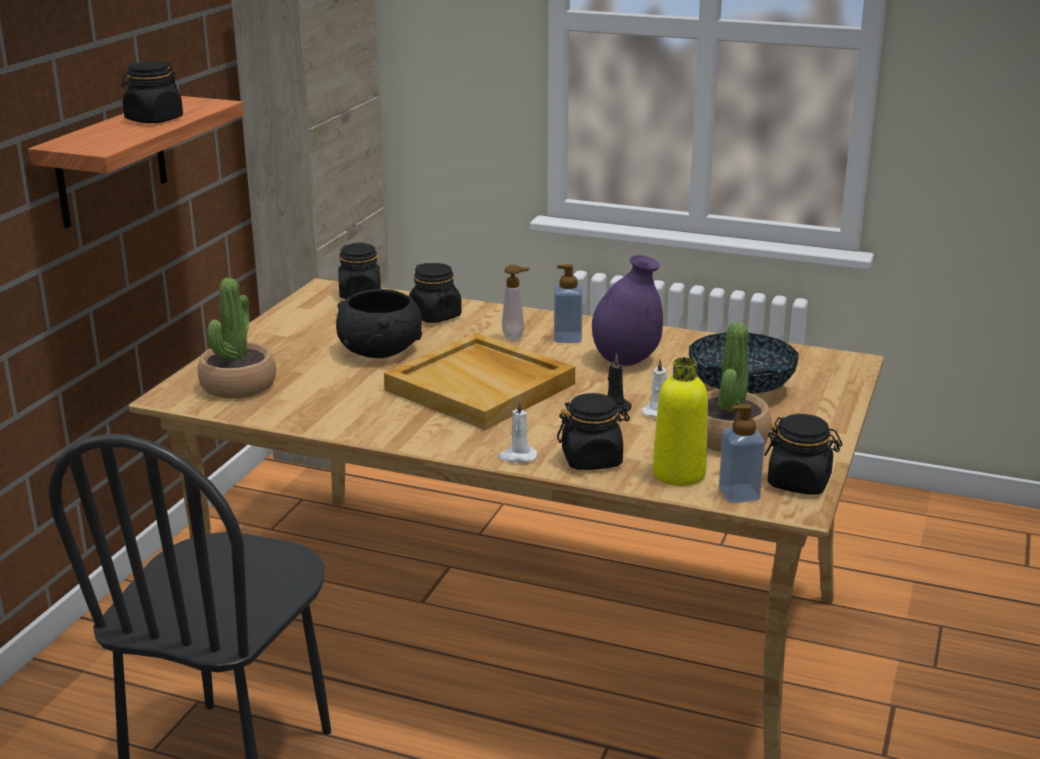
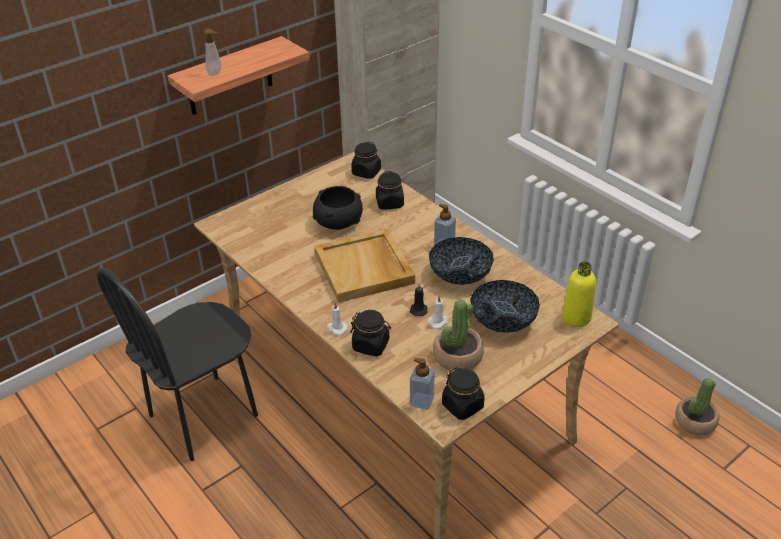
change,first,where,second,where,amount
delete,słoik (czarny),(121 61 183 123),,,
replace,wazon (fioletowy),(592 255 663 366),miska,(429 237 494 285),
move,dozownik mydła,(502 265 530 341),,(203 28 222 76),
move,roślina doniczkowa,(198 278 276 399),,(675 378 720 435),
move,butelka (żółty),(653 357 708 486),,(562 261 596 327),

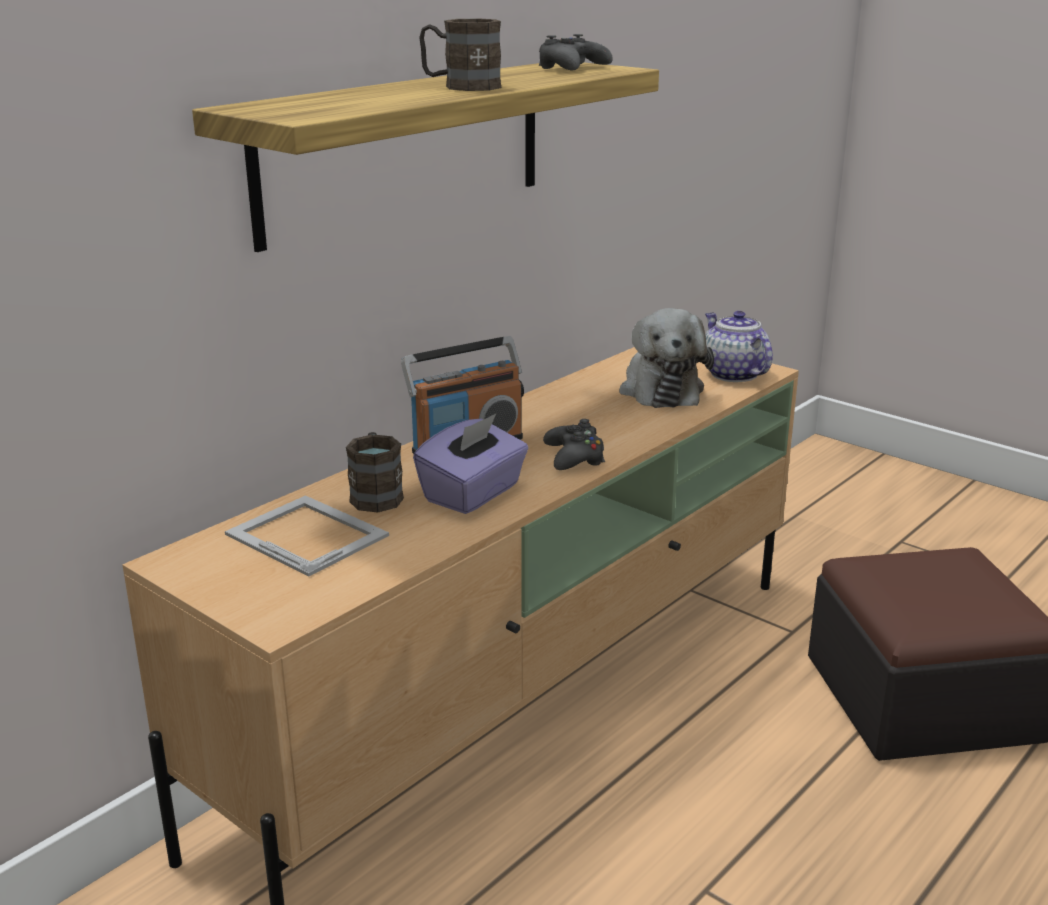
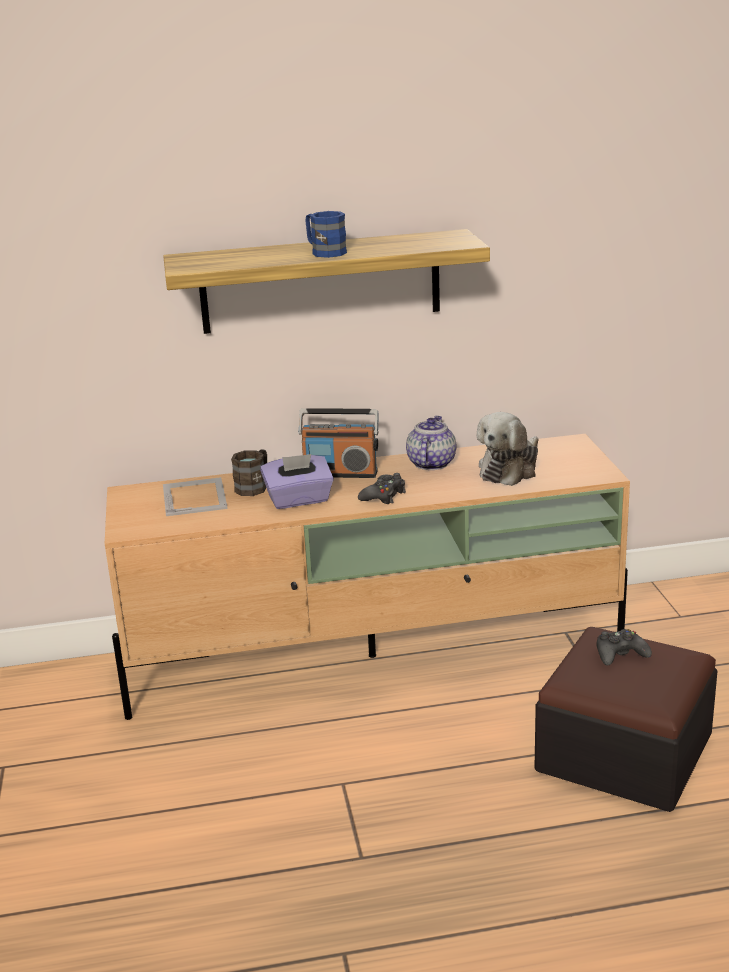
change,first,where,second,where,amount
recolor,kubek (brązowy),(419 18 501 91),kubek (niebieski),(305 211 347 258),
move,pad do gier (czarny),(539 34 613 70),,(597 629 652 666),
move,imbryk,(705 311 773 382),,(406 416 456 470),

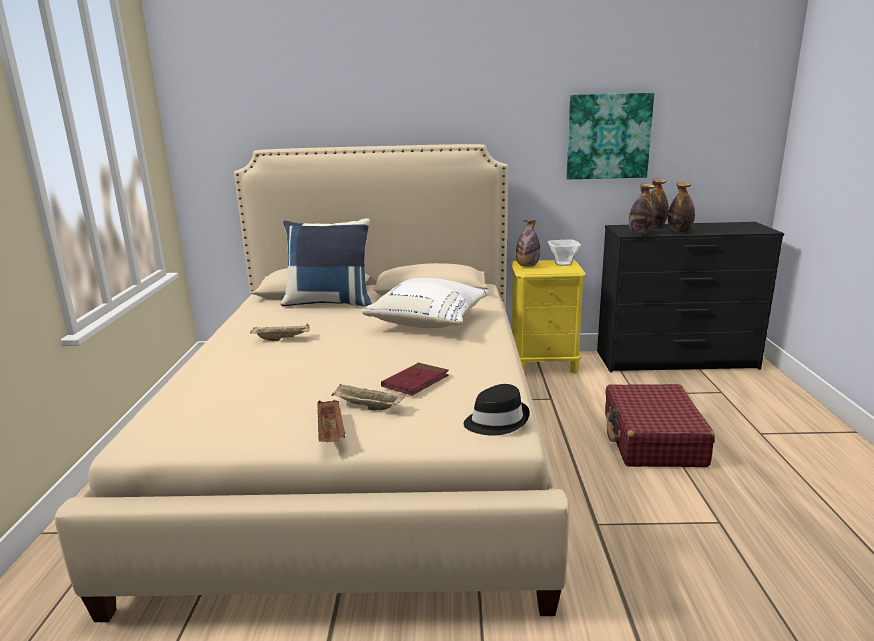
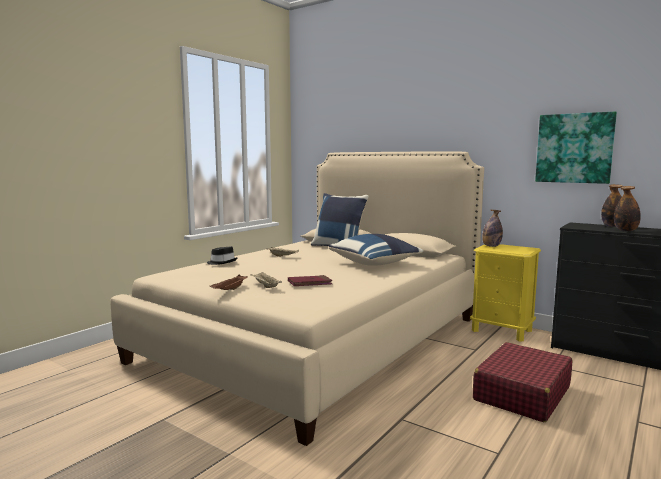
change,first,where,second,where,amount
delete,butelka,(629 184 656 234),,,
delete,miska,(548 240 581 266),,,
recolor,poduszka (biały),(362 278 489 328),poduszka (niebieski),(329 234 423 266),
move,kapelusz (czarny),(464 384 530 436),,(207 246 238 265),

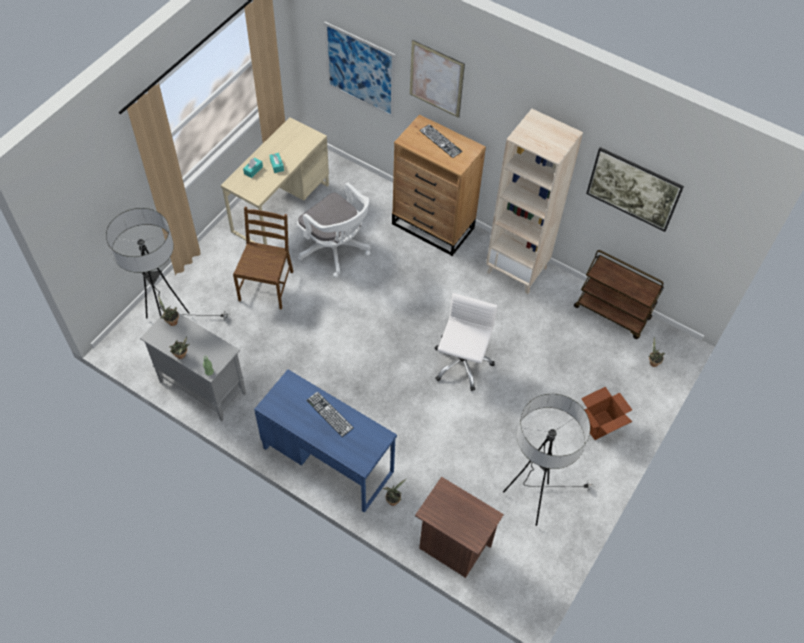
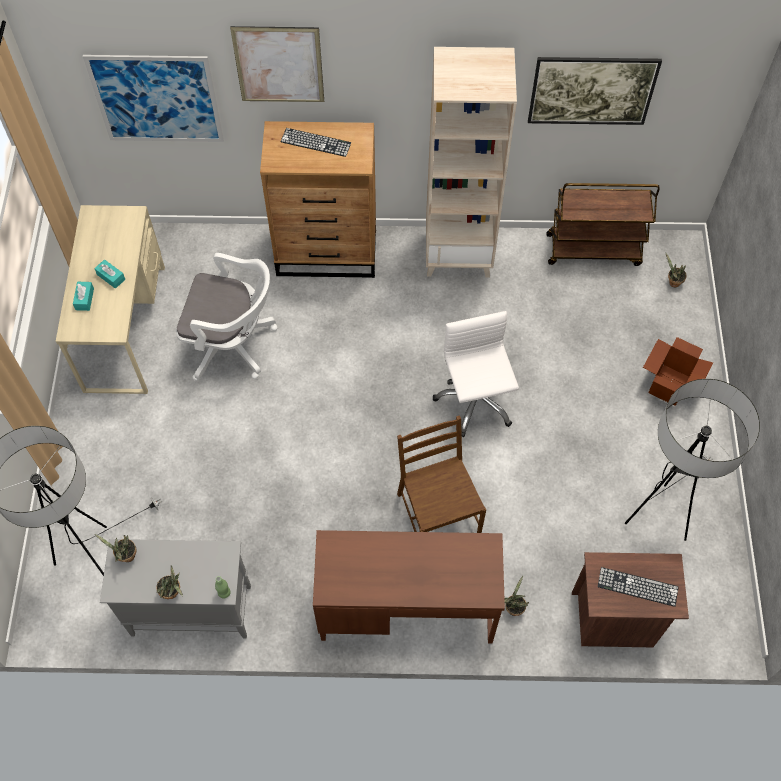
change,first,where,second,where,amount
move,krzesło (brązowy),(233 207 293 310),,(397 415 486 533),
recolor,biurko (niebieski),(254 369 397 513),biurko (brązowy),(313 530 505 644),
move,klawiatura,(306 391 354 437),,(598 567 679 607),

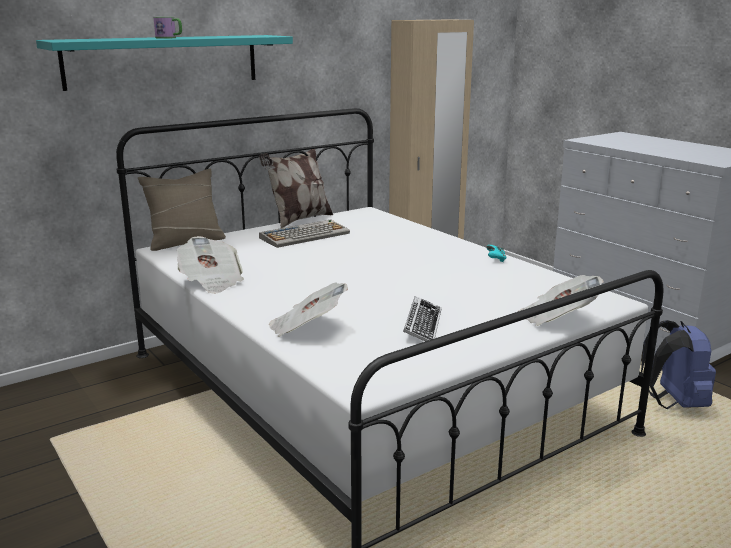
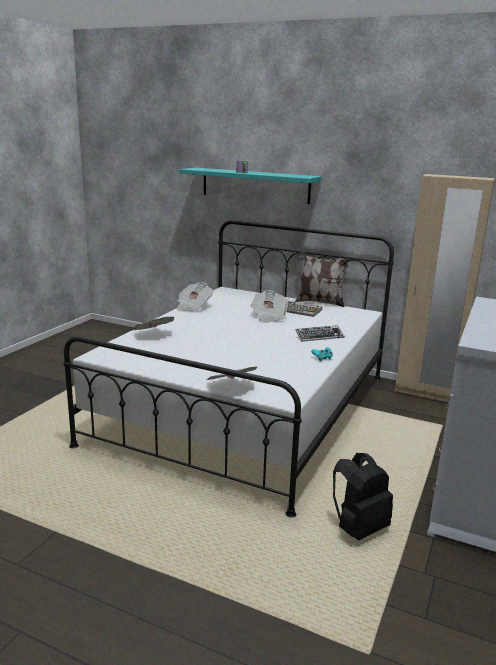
change,first,where,second,where,amount
delete,poduszka (beżowy),(138 169 226 251),,,
move,klawiatura,(403 296 441 341),,(296 325 345 342),
recolor,plecak (niebieski),(641 320 716 409),plecak (czarny),(333 453 393 540),
insert,,,gazeta,(251 290 288 323),

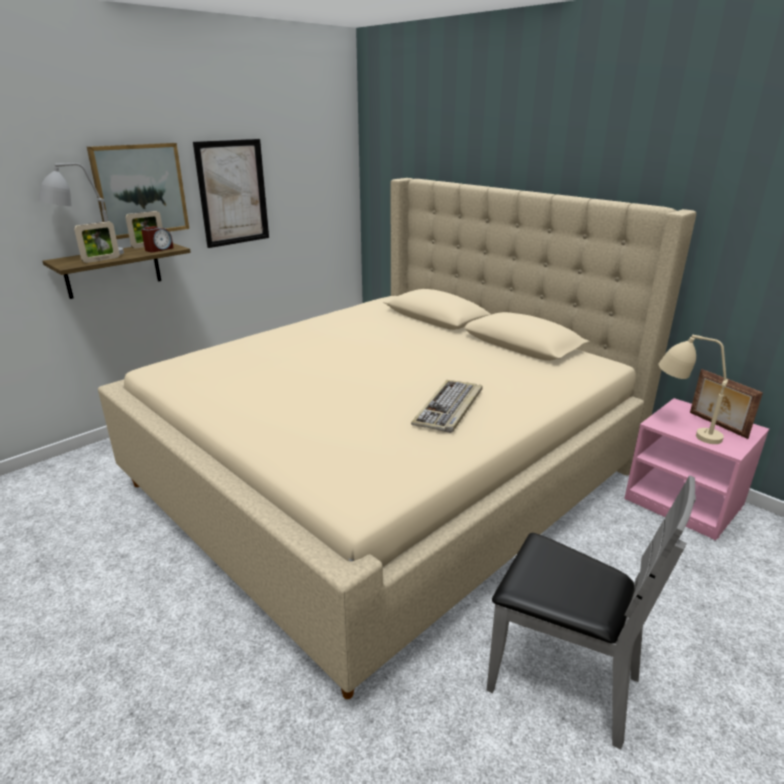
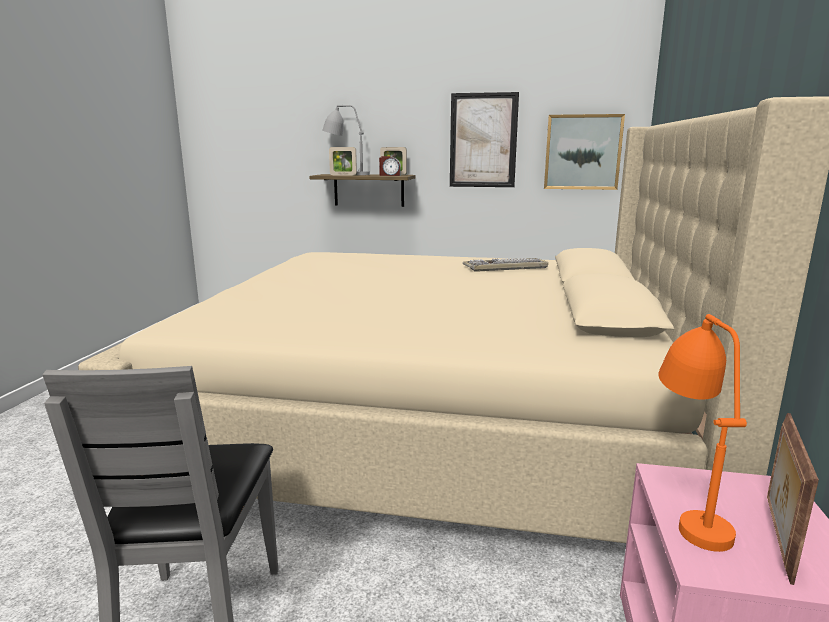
change,first,where,second,where,amount
move,obraz,(87 143 189 239),,(544 114 625 190),
recolor,lampa stołowa (beżowy),(658 335 728 444),lampa stołowa (pomarańczowy),(658 314 747 552),
move,klawiatura,(411 380 483 433),,(463 258 548 272),

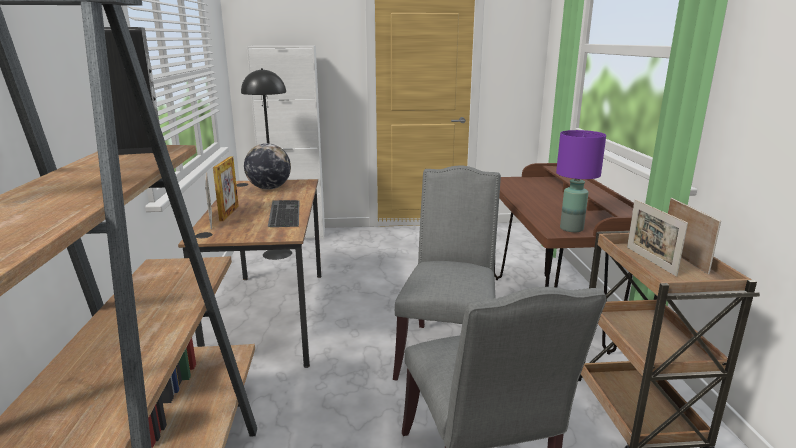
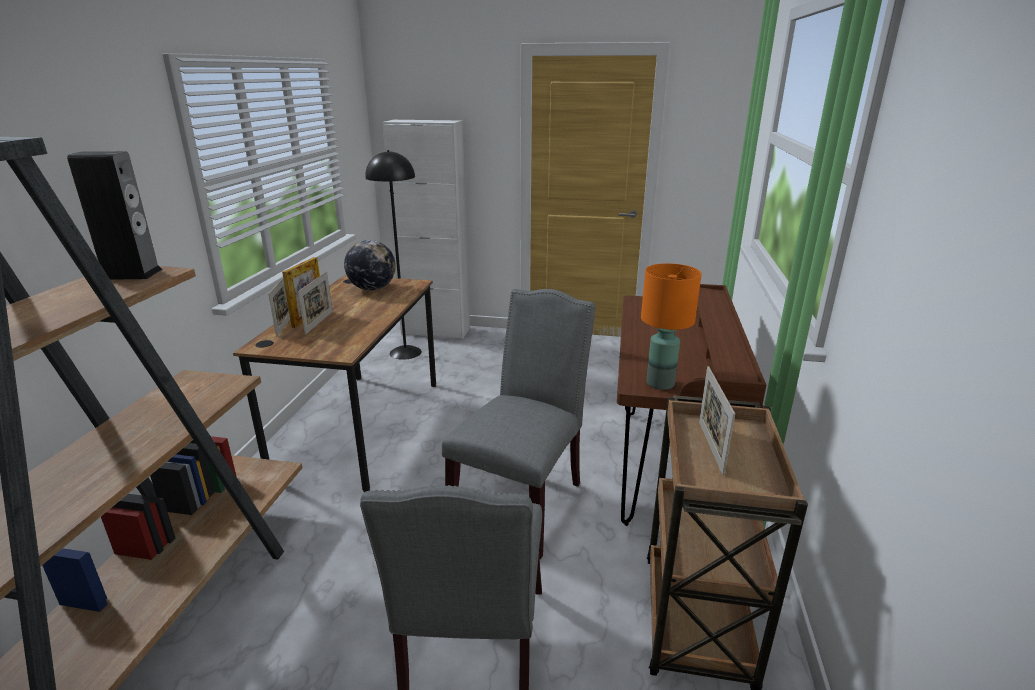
change,first,where,second,where,amount
recolor,lampa stołowa (fioletowy),(556 130 606 232),lampa stołowa (pomarańczowy),(641 263 702 390),
move,ramka na zdjęcie,(668 198 721 275),,(298 272 333 335),
delete,klawiatura,(268 200 300 227),,,

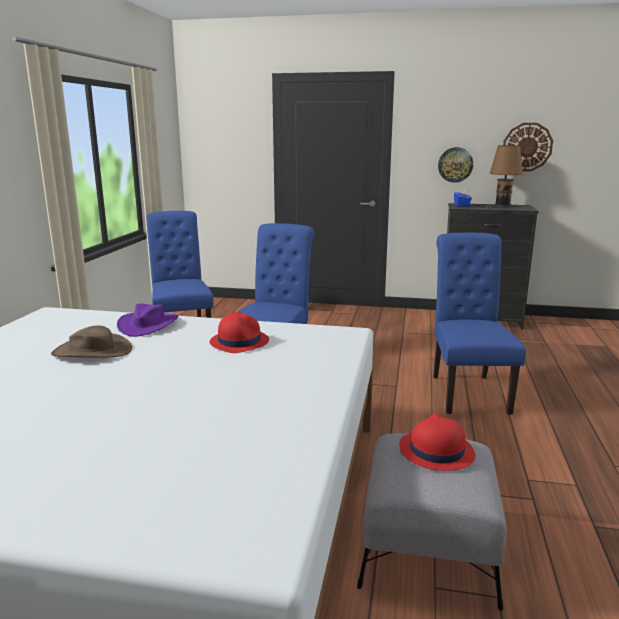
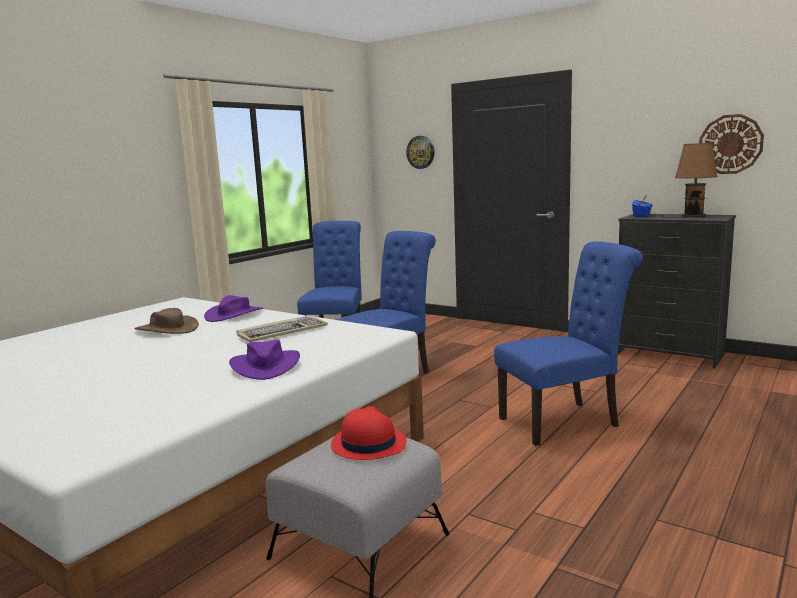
change,first,where,second,where,amount
move,zegar ścienny,(438 147 473 183),,(406 136 435 169),
rotate,krzesło (niebieski),(433 232 526 415),,(494 241 643 446),45 degrees clockwise
replace,kapelusz (czerwony),(210 312 269 353),klawiatura,(236 315 328 342),
insert,,,kapelusz (fioletowy),(229 340 300 380),

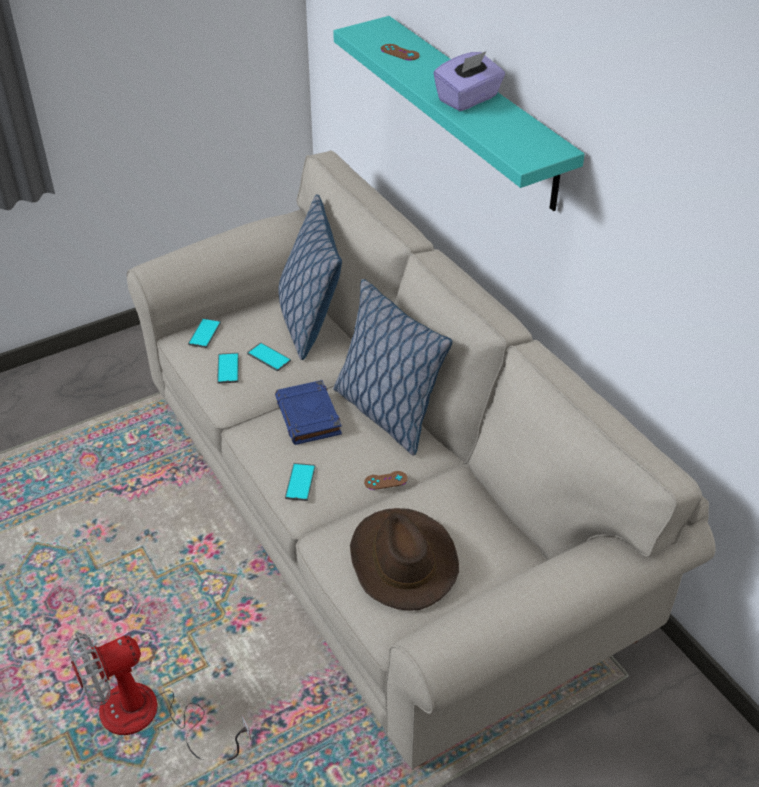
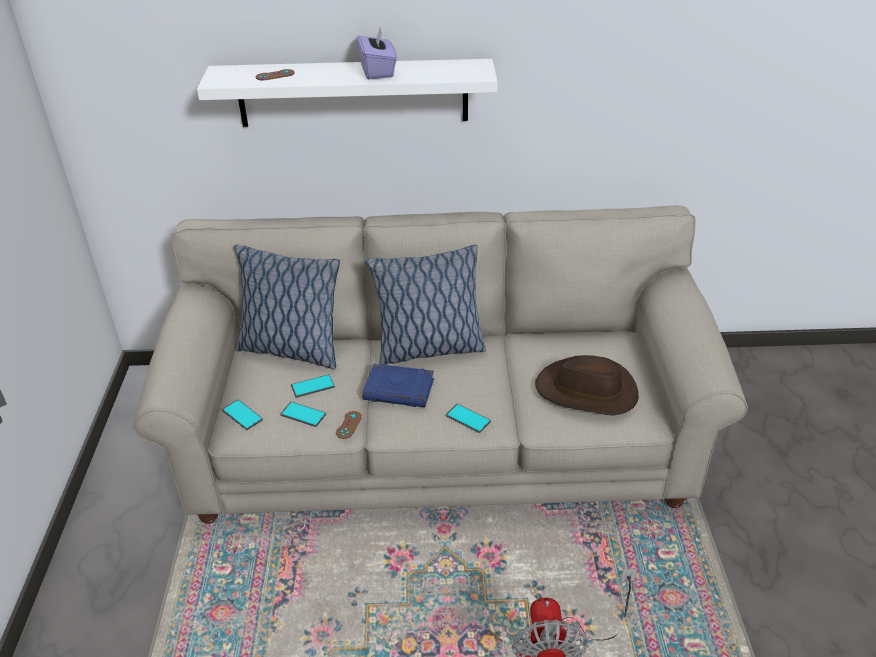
change,first,where,second,where,amount
recolor,półka (turkusowy),(333 16 585 211),półka (biały),(197 59 497 127),
move,pad do gier (brązowy),(364 471 408 490),,(336 411 362 439),

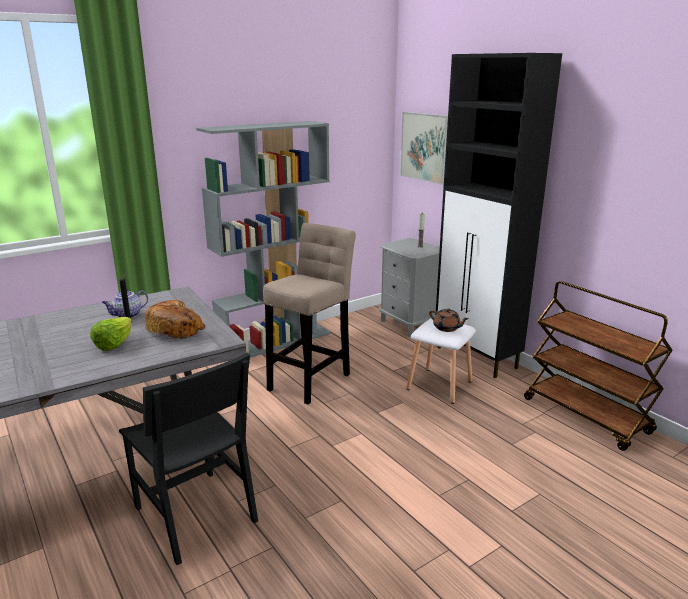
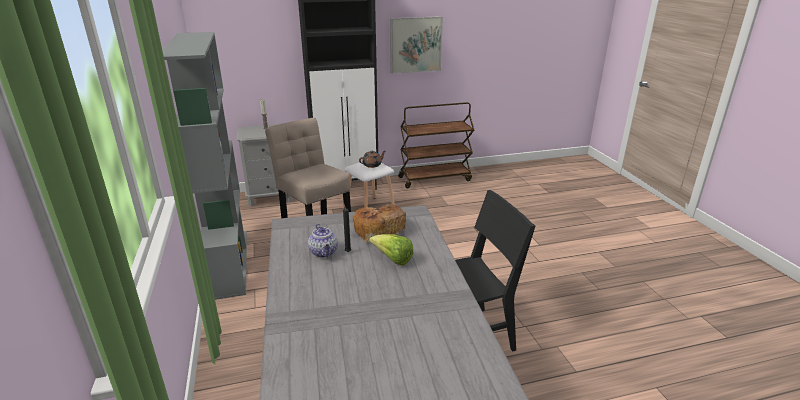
change,first,where,second,where,amount
move,obraz,(400 112 448 185),,(390 16 443 74),

